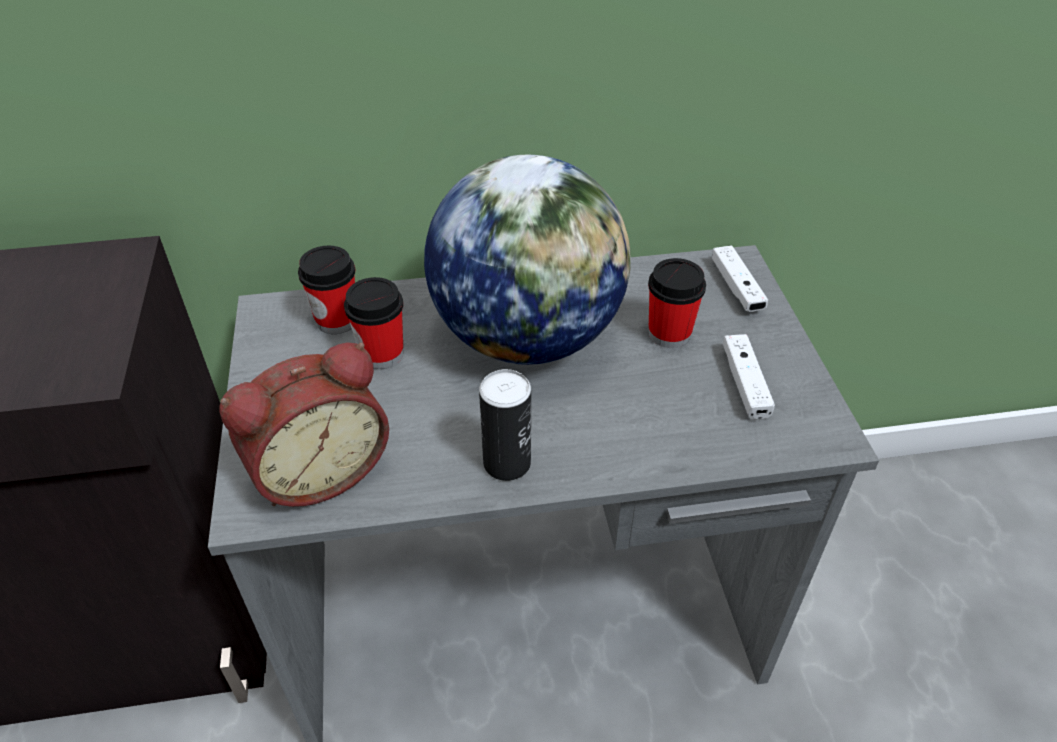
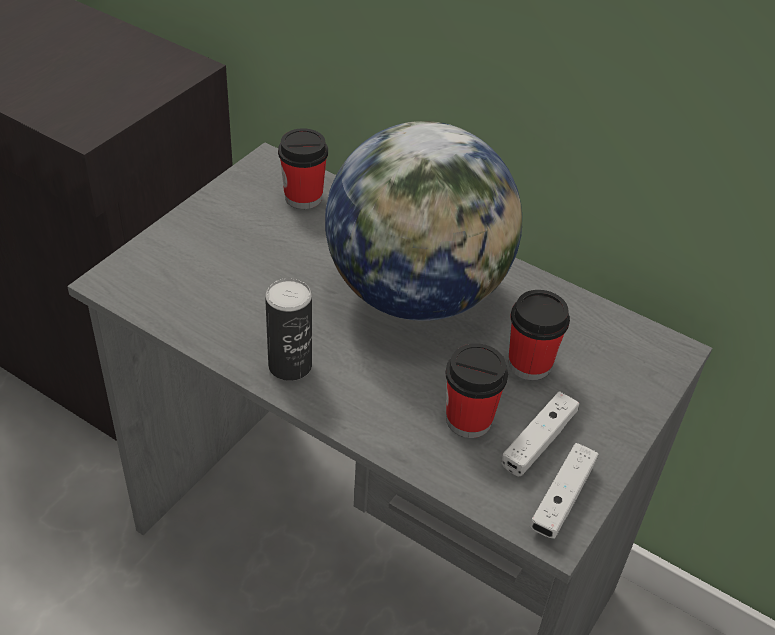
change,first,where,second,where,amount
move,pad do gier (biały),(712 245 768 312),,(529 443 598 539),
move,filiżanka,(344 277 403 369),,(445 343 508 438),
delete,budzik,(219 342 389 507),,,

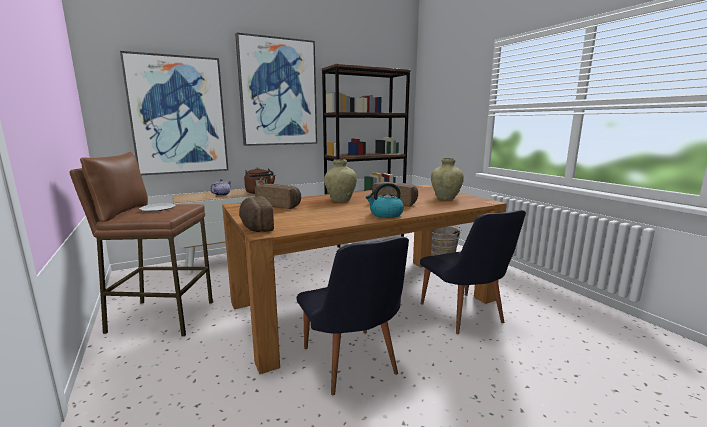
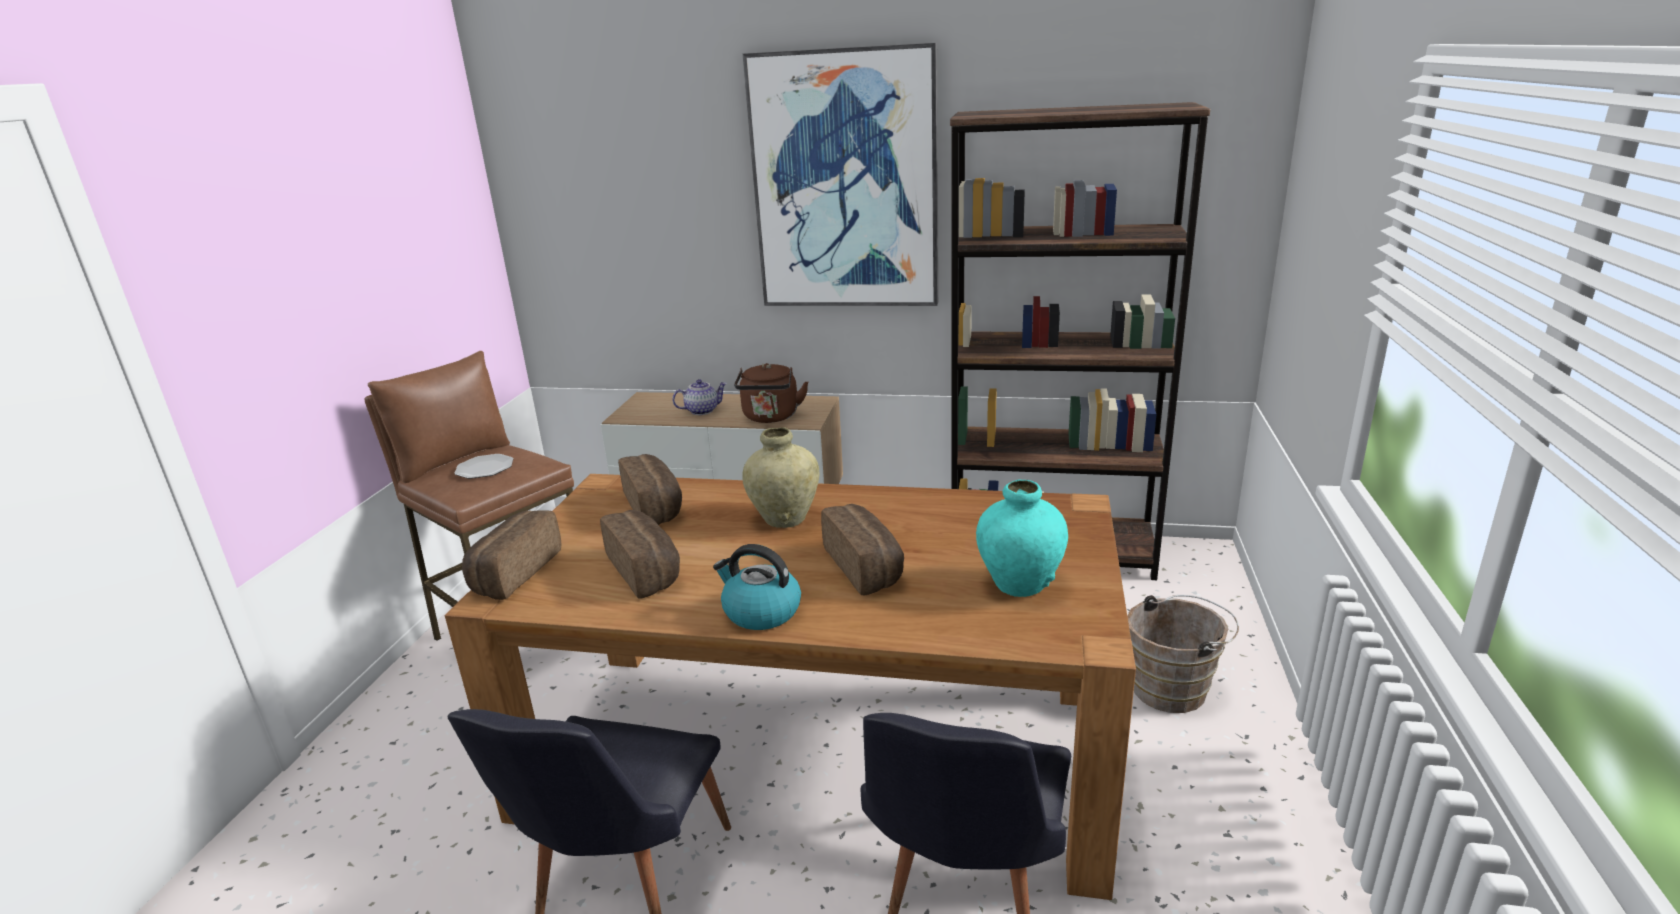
change,first,where,second,where,amount
delete,obraz,(120 51 228 175),,,
recolor,wazon (beżowy),(431 158 464 200),wazon (turkusowy),(976 479 1068 597),
insert,,,chleb,(600 510 680 598),

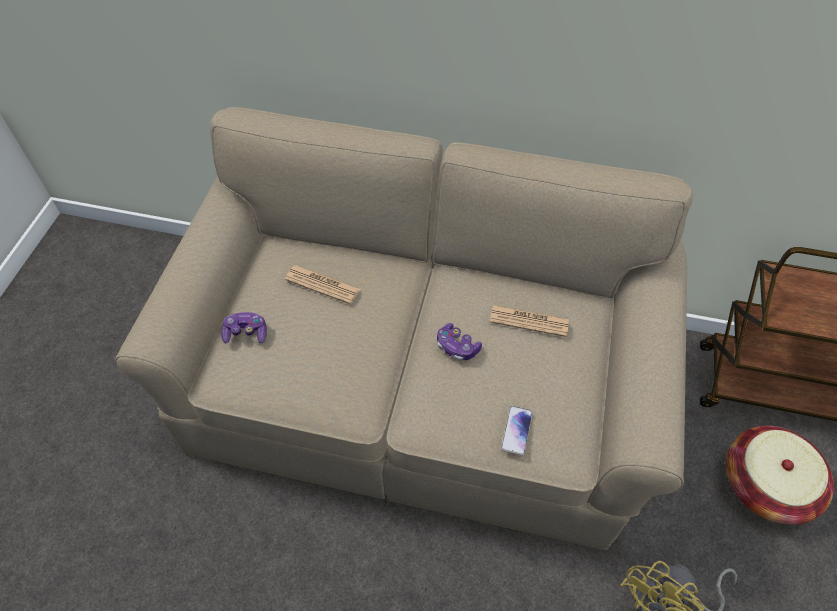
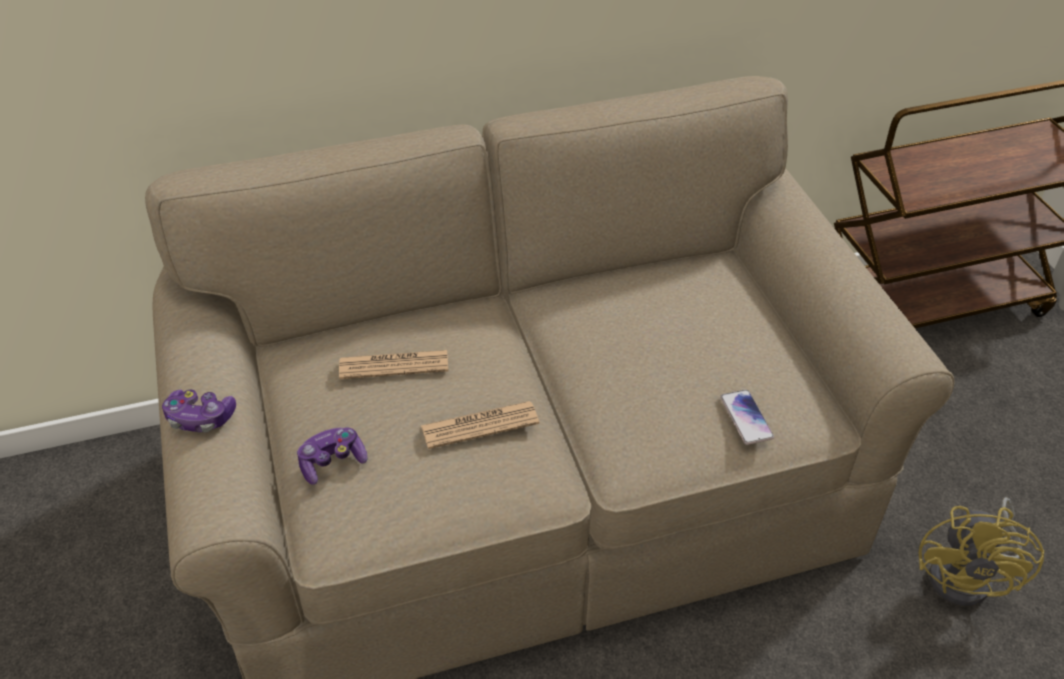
change,first,where,second,where,amount
move,gazeta,(490 305 569 337),,(421 401 539 449),
move,pad do gier,(437 323 482 361),,(162 390 236 432),
delete,koszyk,(726 426 834 525),,,

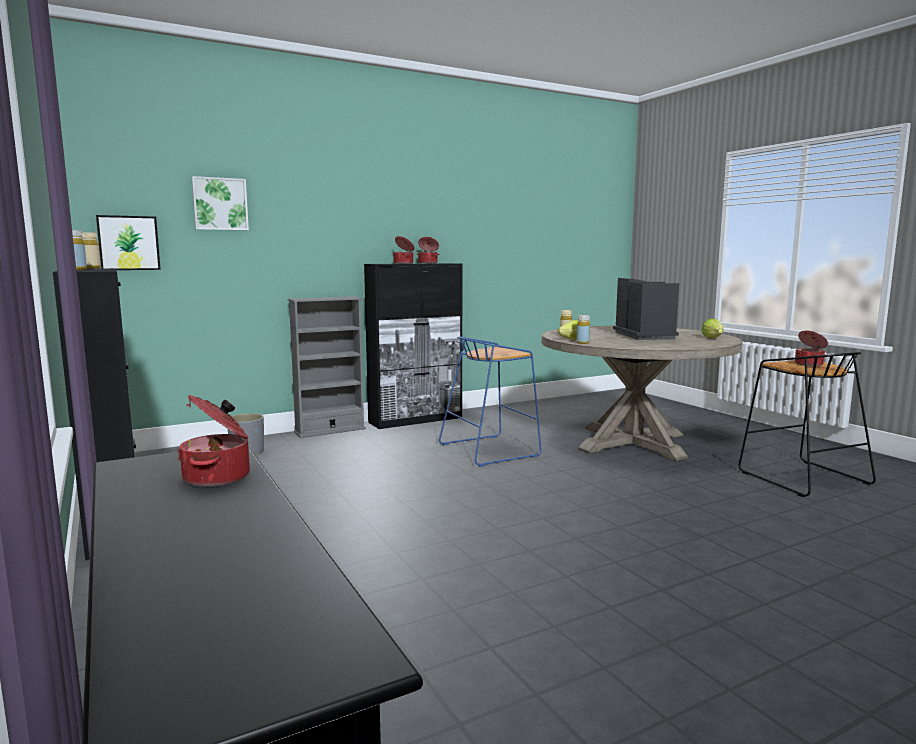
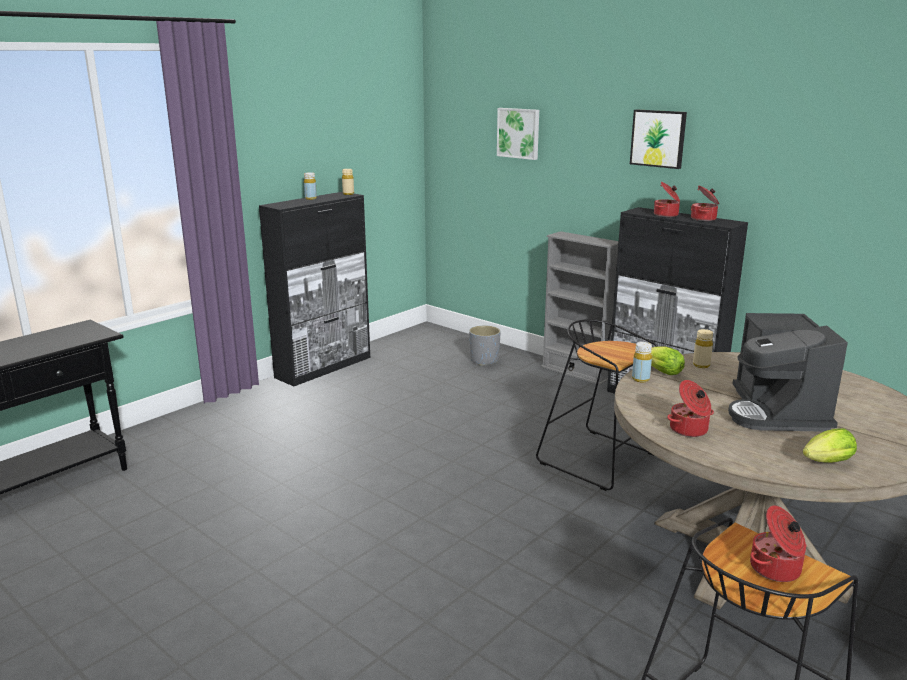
change,first,where,second,where,amount
move,obraz,(96 215 161 270),,(630 109 687 169),
rotate,ekspres do kawy,(613 278 679 340),,(728 313 848 432),120 degrees clockwise
recolor,stołek (niebieski),(439 336 542 467),stołek (czarny),(536 319 658 491),
move,garnek,(177 395 250 487),,(667 380 714 437),

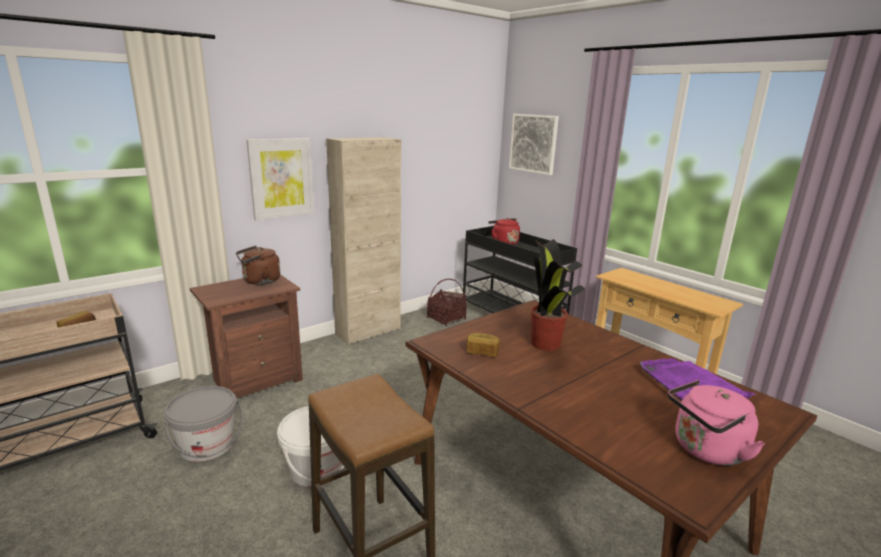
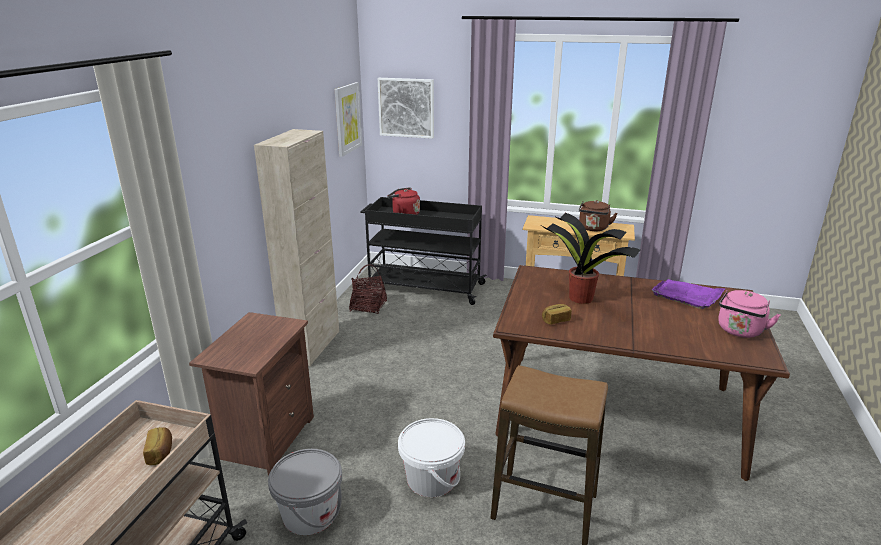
change,first,where,second,where,amount
move,obraz,(247 138 314 220),,(335 82 362 157),
move,czajnik (brązowy),(236 246 280 285),,(579 200 618 231),

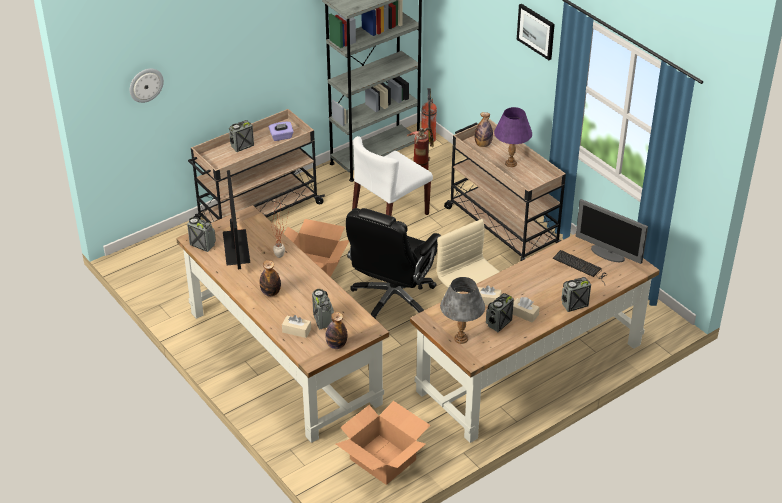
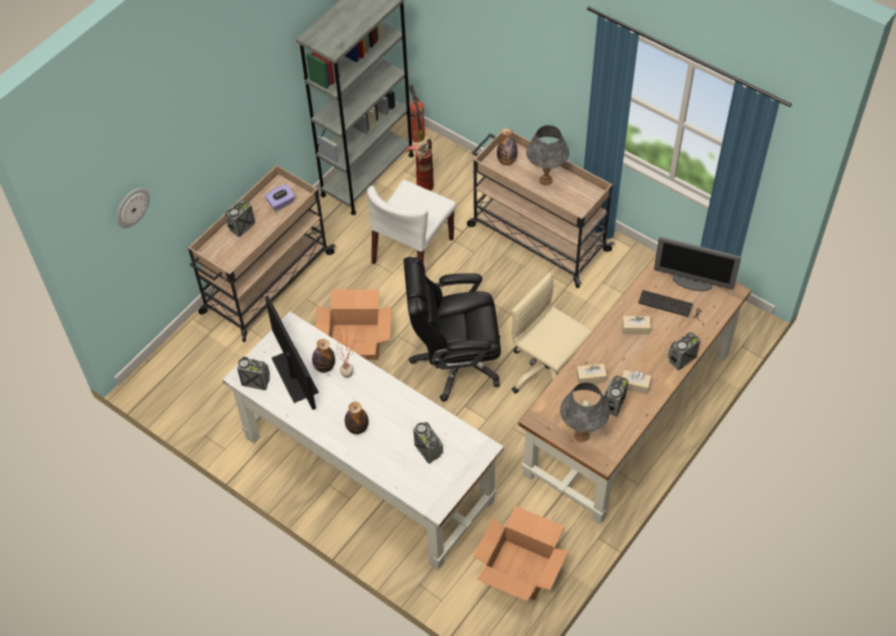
change,first,where,second,where,amount
delete,obraz,(517 4 555 60),,,
recolor,lampa stołowa (fioletowy),(494 107 532 167),lampa stołowa (szary),(526 125 569 186),
recolor,biurko (brązowy),(176 205 389 443),biurko (biały),(222 311 504 570),
rotate,krzesło biurowe (czarny),(346 208 441 319),,(404 257 501 402),75 degrees clockwise
move,butelka,(325 312 347 349),,(312 339 335 373),
move,pudełko chusteczek (beżowy),(282 315 311 338),,(622 316 651 335),

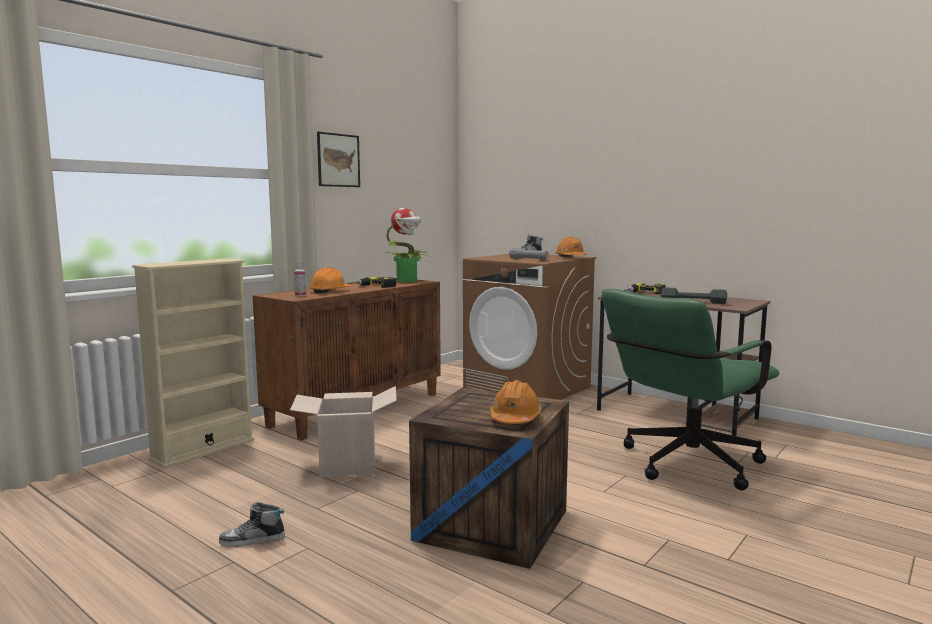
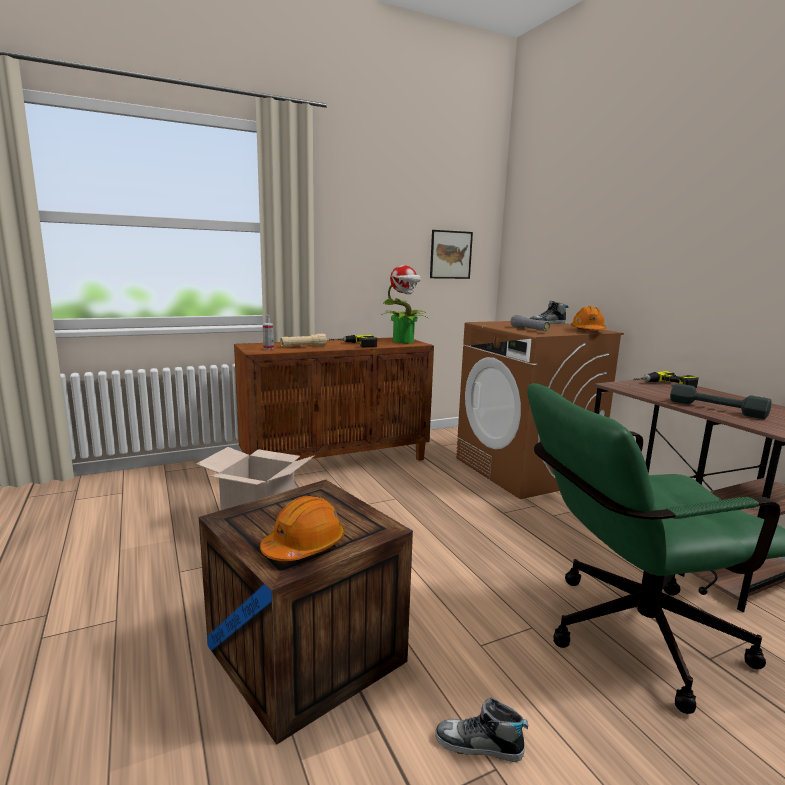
change,first,where,second,where,amount
move,obraz,(317 132 360 187),,(430 230 473 279),
delete,regał (beżowy),(132 258 255 468),,,
replace,kask (pomarańczowy),(309 267 350 294),latarka (beżowy),(280 334 327 347),
move,but,(219 502 285 547),,(435 697 528 762),

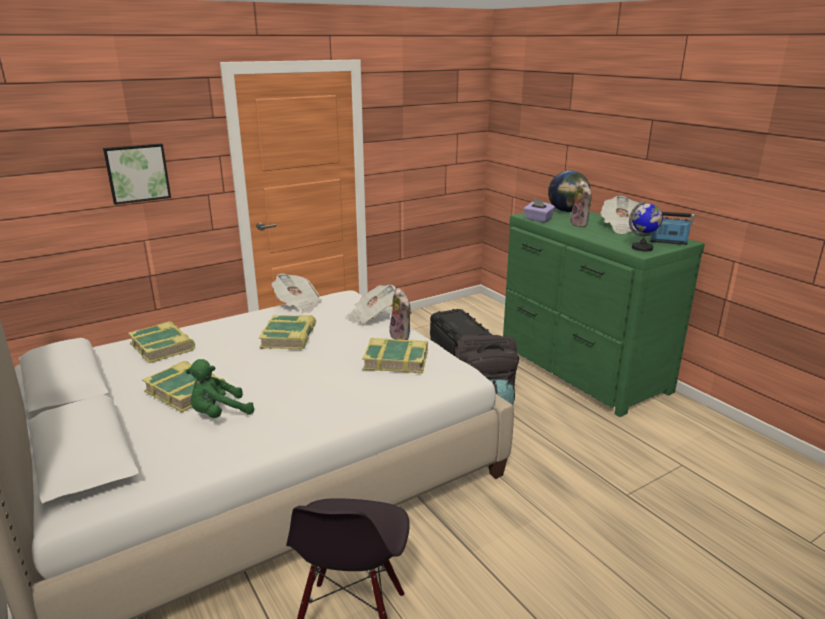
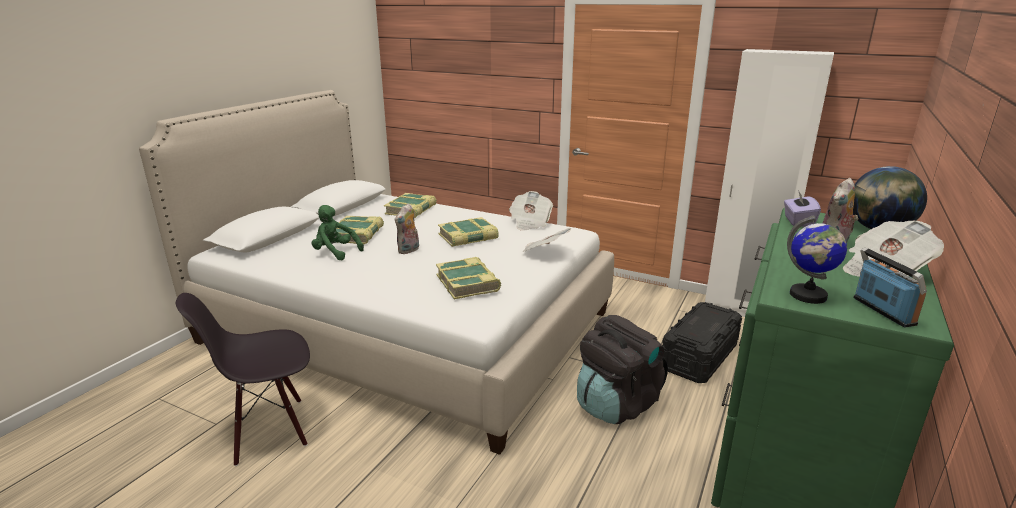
change,first,where,second,where,amount
delete,obraz,(103 144 171 205),,,
move,pluszak,(389 288 412 340),,(395 203 419 254),
insert,,,szafa (biały),(705 49 834 317),

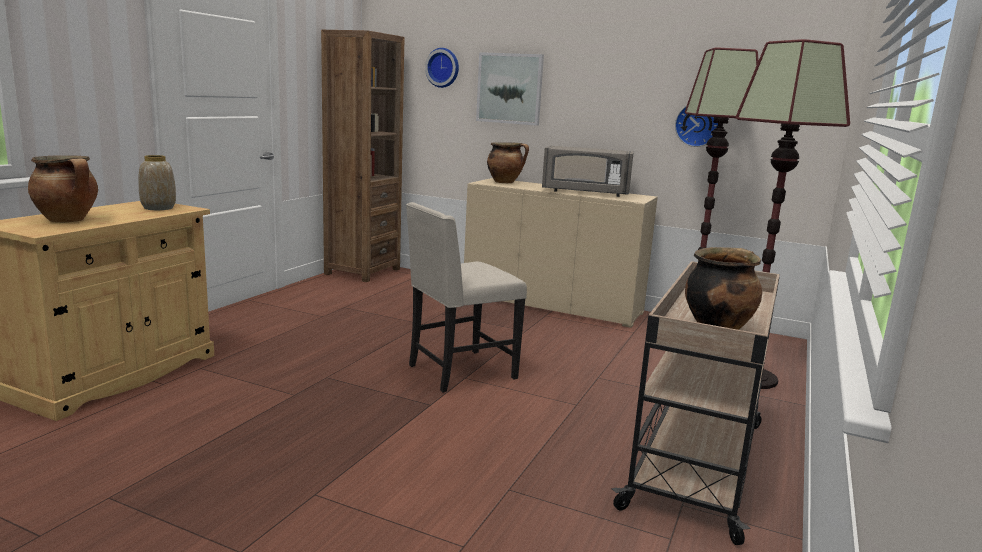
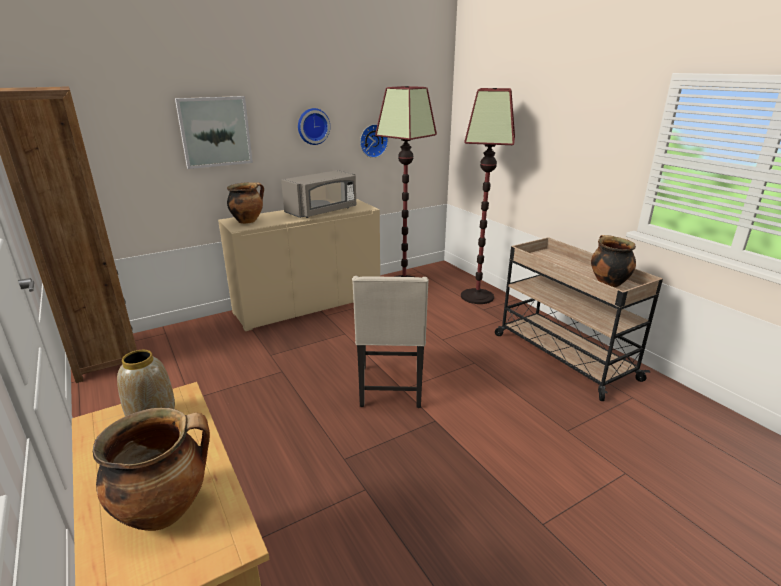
change,first,where,second,where,amount
move,zegar ścienny,(425 48 459 88),,(298 108 330 145),

